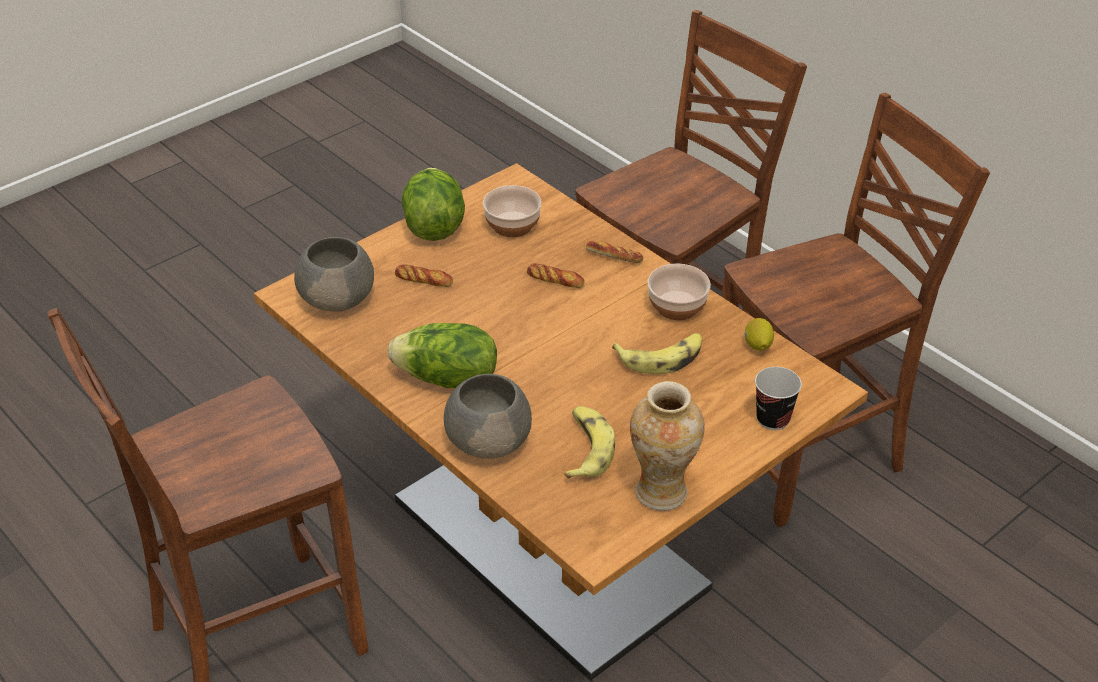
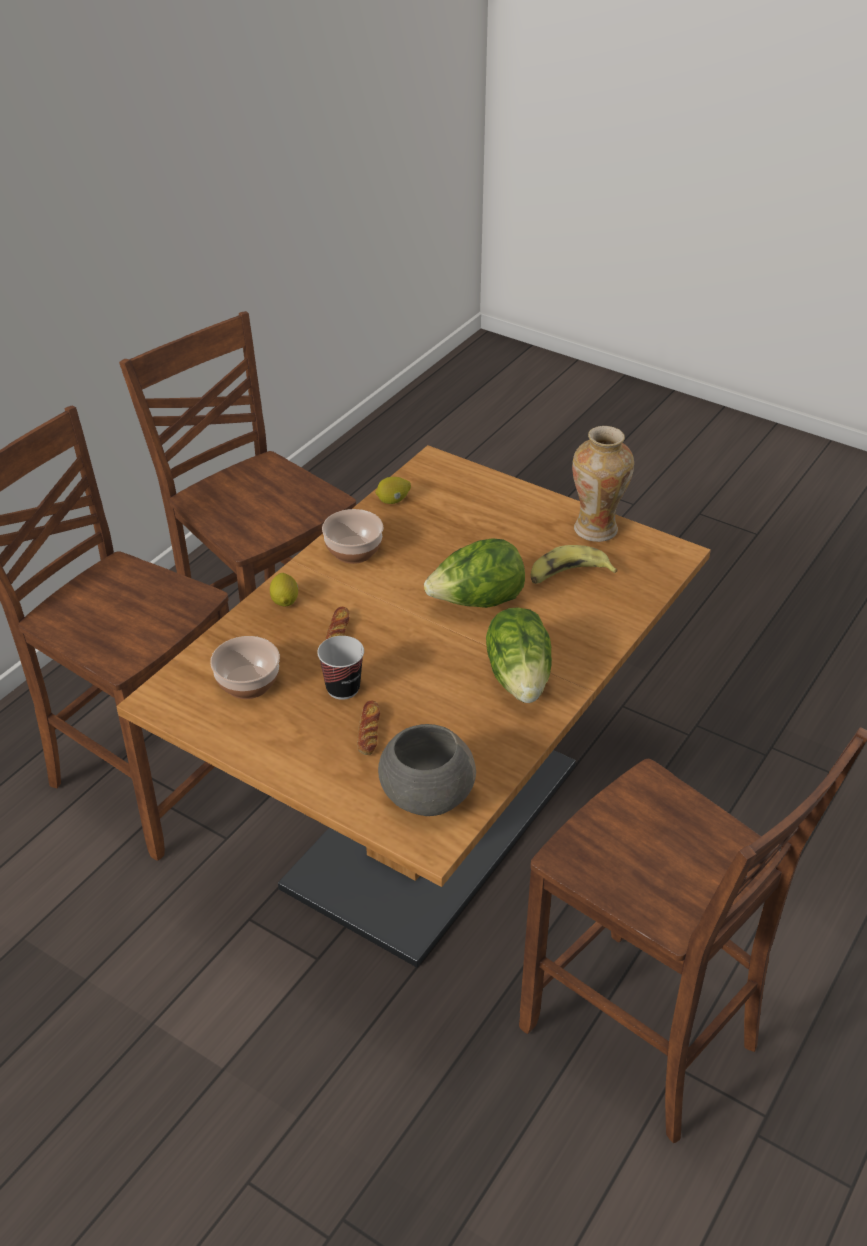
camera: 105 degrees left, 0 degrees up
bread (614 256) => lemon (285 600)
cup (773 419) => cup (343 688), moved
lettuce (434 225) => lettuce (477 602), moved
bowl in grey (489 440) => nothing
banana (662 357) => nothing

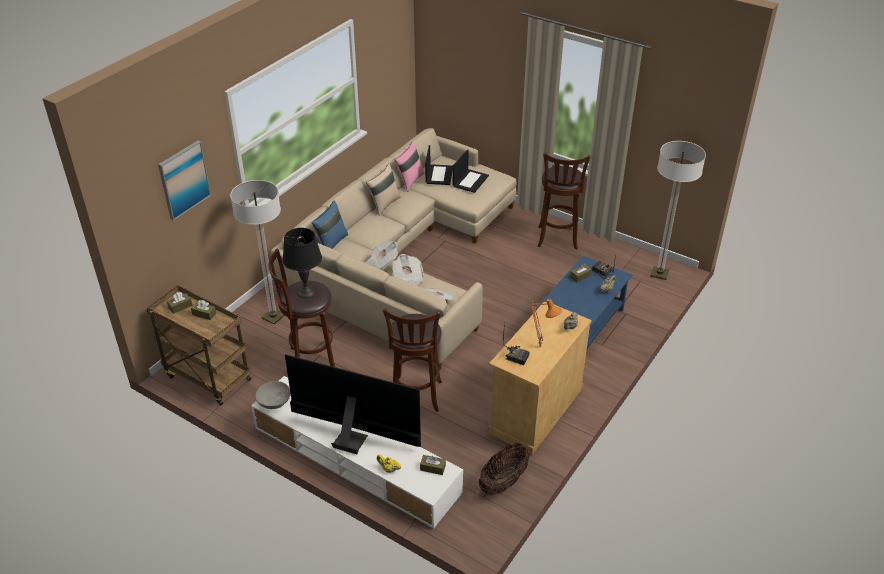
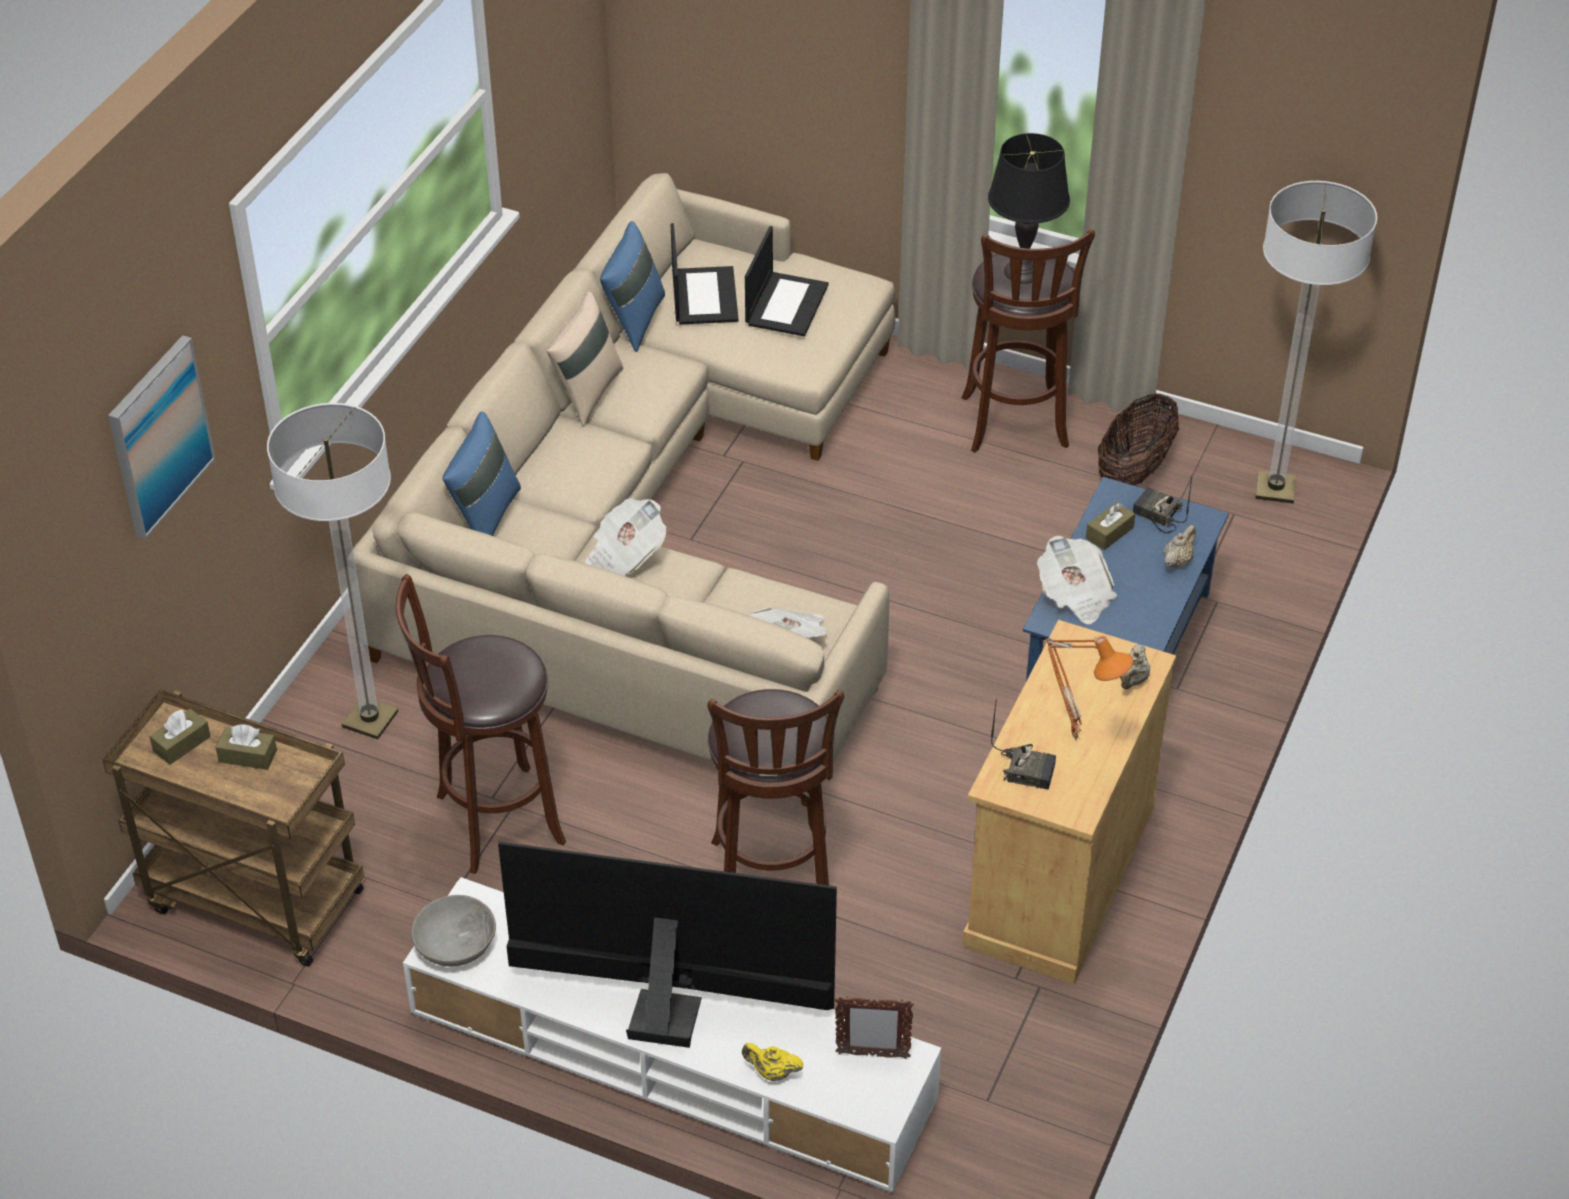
camera: 10 degrees left, 5 degrees up
pillow in pink (409 181) => pillow in blue (634 320)
tissue box in brown (432 468) => picture frame (872 1055)
table lamp in black (306 292) => table lamp in black (1022 272), moved
newspaper (408 279) => newspaper (1075 595), moved
basket (503 482) => basket (1134 470), moved

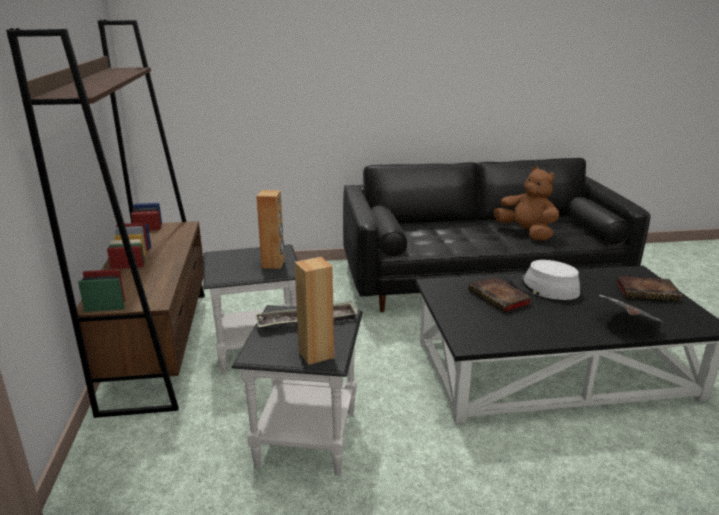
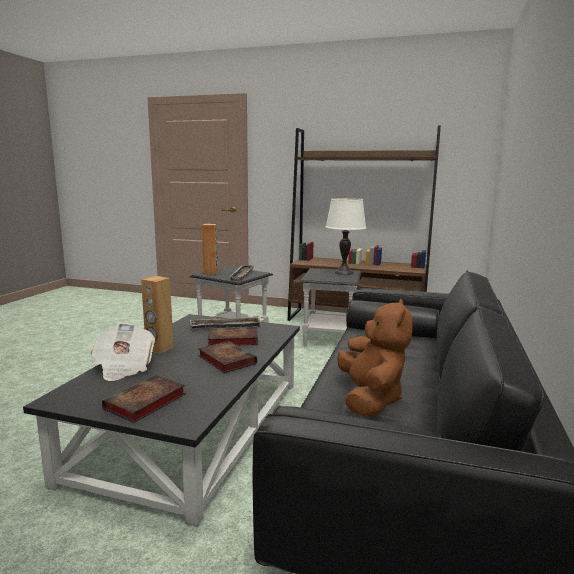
camera: 115 degrees right, 10 degrees down
speaker in brown (273 264) => speaker in brown (159 349), moved
nothing => tray (226 326)
hat in grey (544 288) => book (225 360)
nothing => table lamp in white (343 272)
plush toy in brown (526 233) => plush toy in brown (370 399), 75 degrees counterclockwise

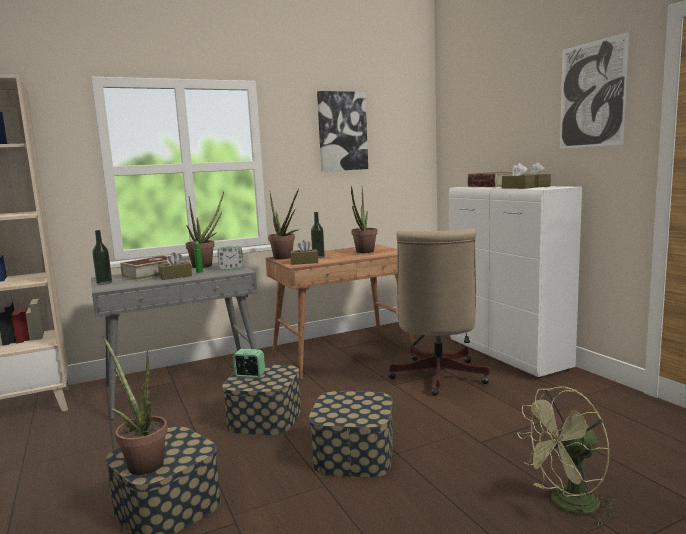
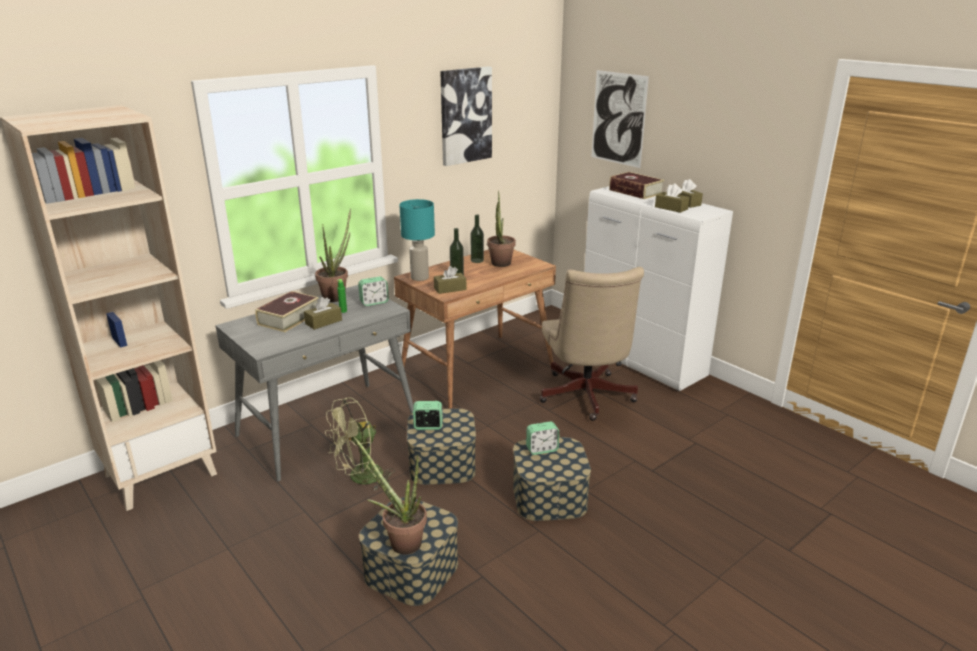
camera: 15 degrees left, 15 degrees up
fan in green (567 505) => fan in green (360 478), moved
potted plant (285 258) => table lamp in turquoise (419 278)
bottle (104 283) => bottle (477 260), moved
nothing => alarm clock (542 449)
picture (591 94) => picture (618 118), moved

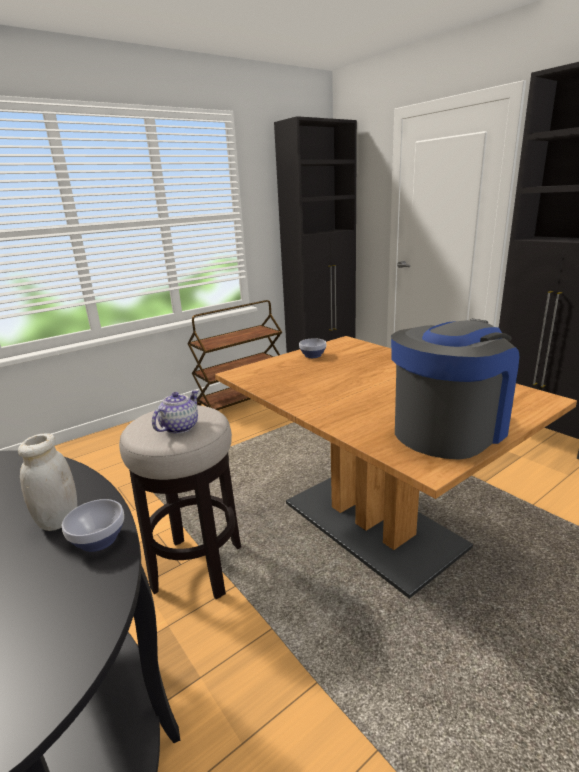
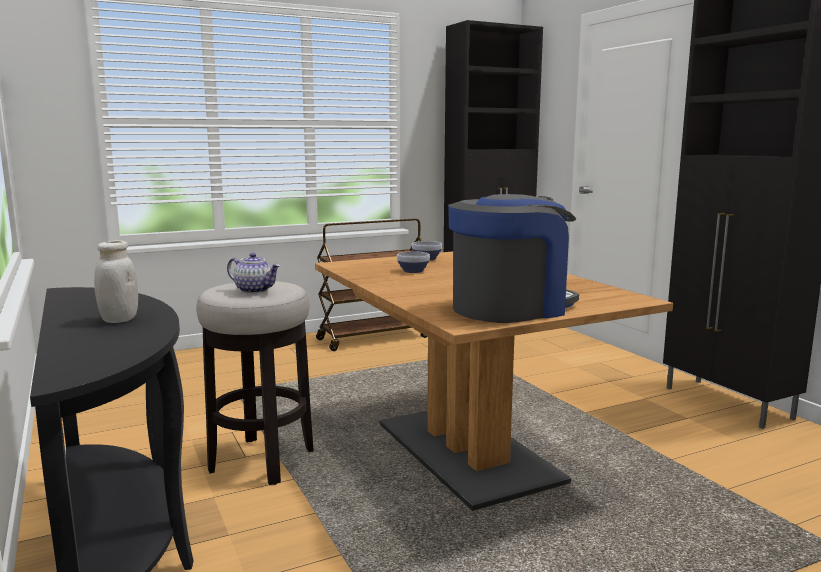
camera: 10 degrees right, 10 degrees down
teapot (179 427) => teapot (255 290), 75 degrees clockwise
bowl (97 541) => bowl (412 271), moved

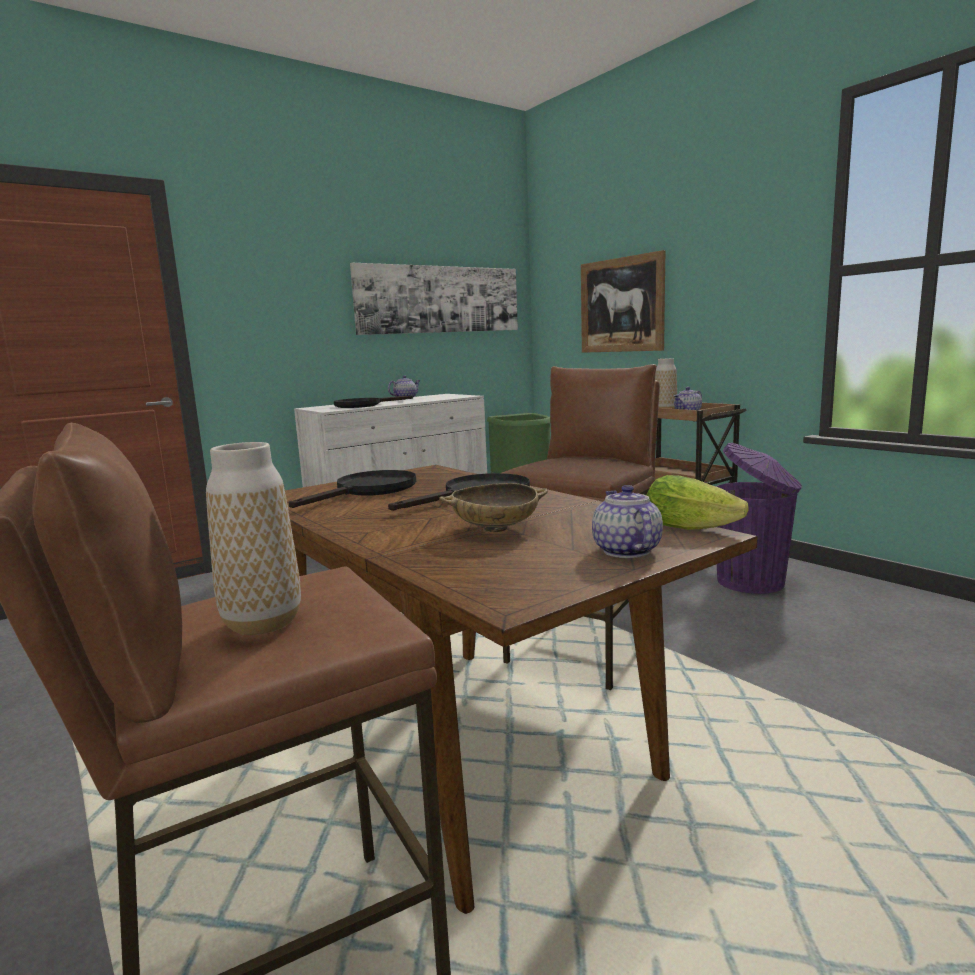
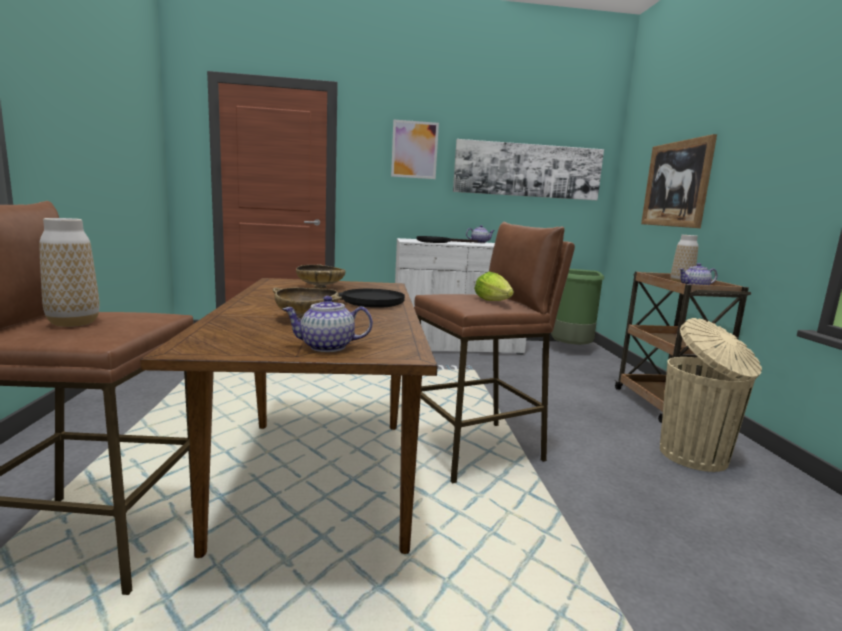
camera: 30 degrees right, 0 degrees up
teapot (625 551) => teapot (327 347), 120 degrees counterclockwise
frying pan in black (368 490) => bowl in beige (320 287)
nothing => picture (414 150)
lettuce (695 528) => lettuce (494 301), moved
trash can in purple (753 582) => trash can in beige (695 456)

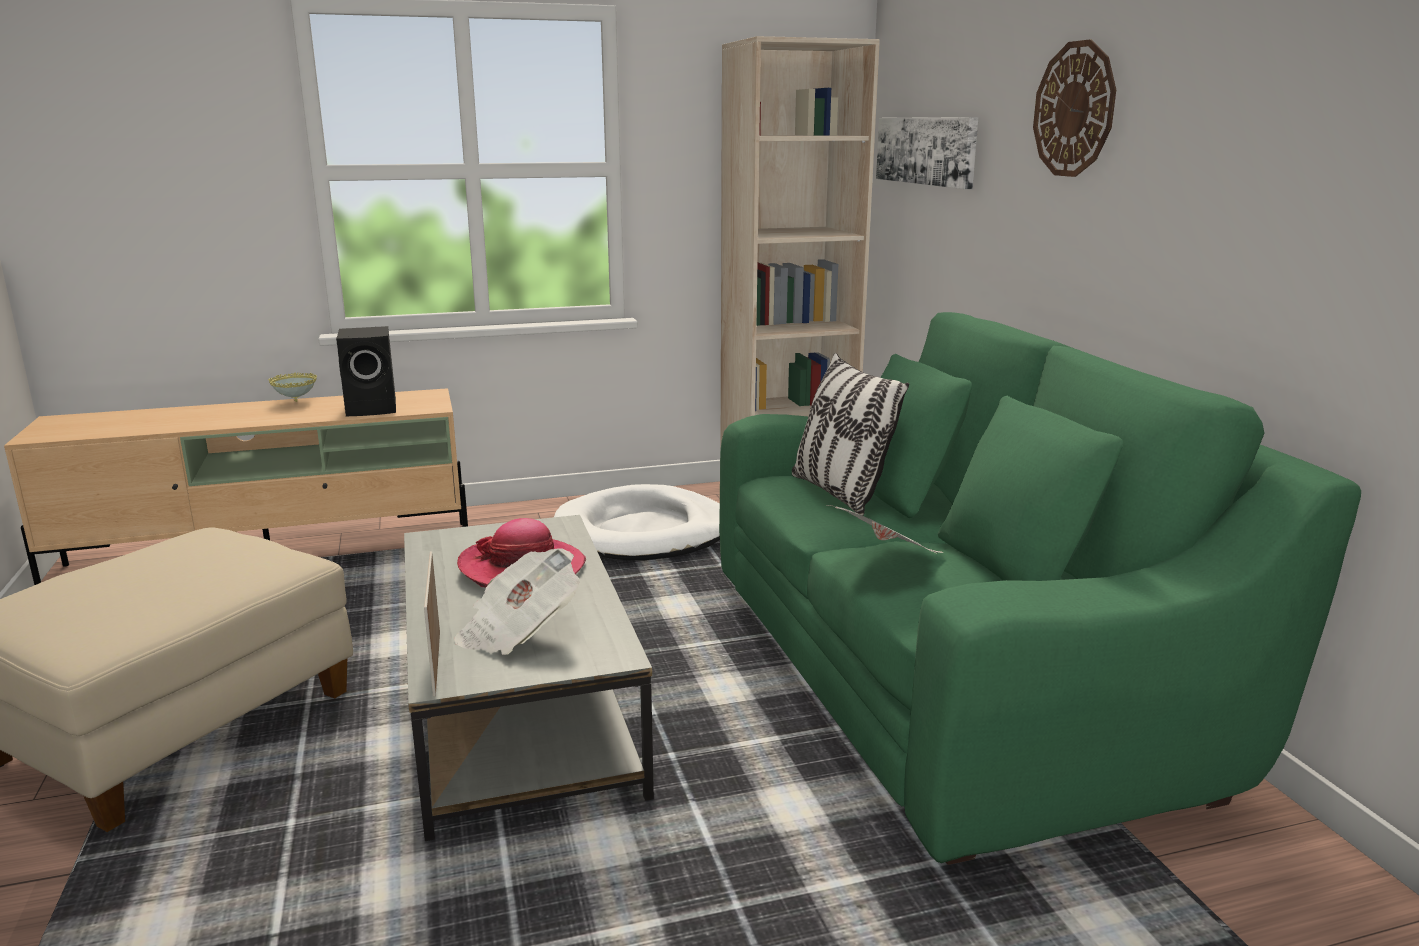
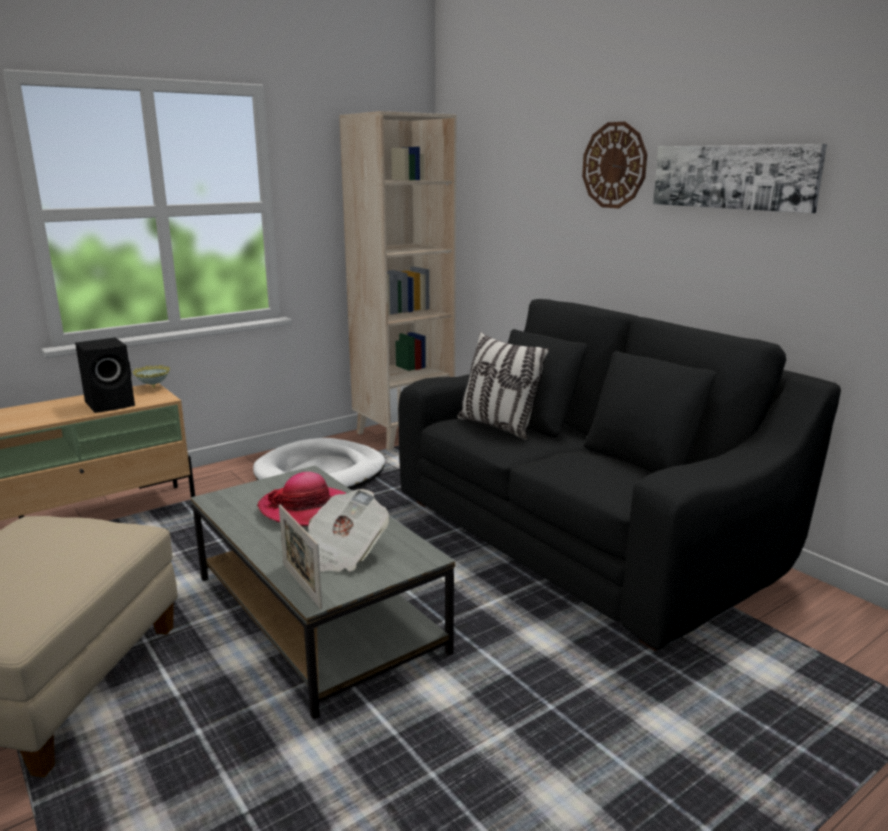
camera: 20 degrees left, 0 degrees up
bowl (296 401) => bowl (153 388), moved
sofa in green (947 676) => sofa in black (581 537)
picture (926 150) => picture (733 177), moved
newspaper (886 560) => nothing

